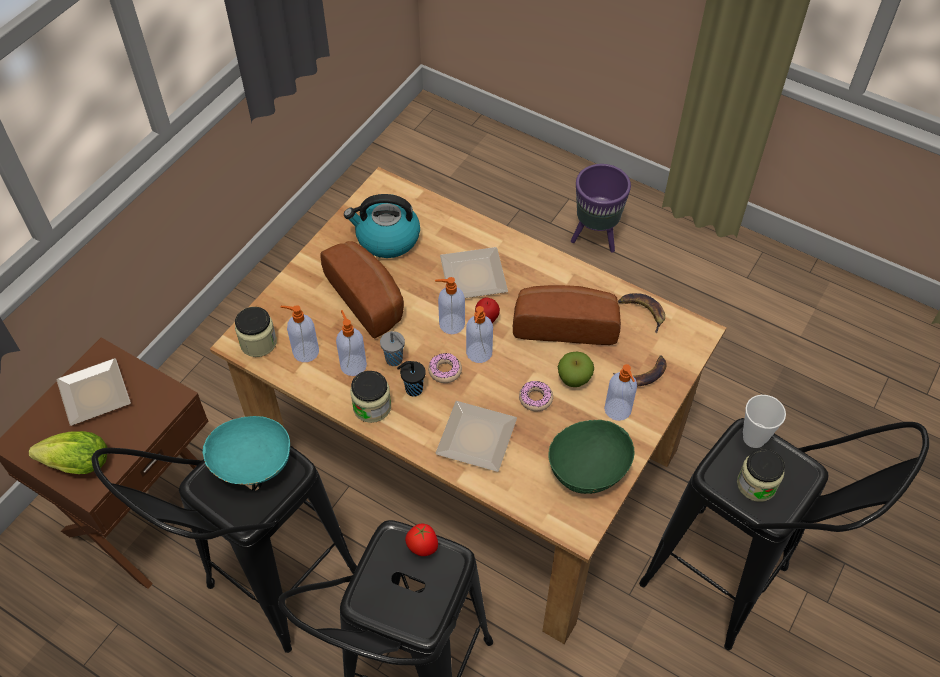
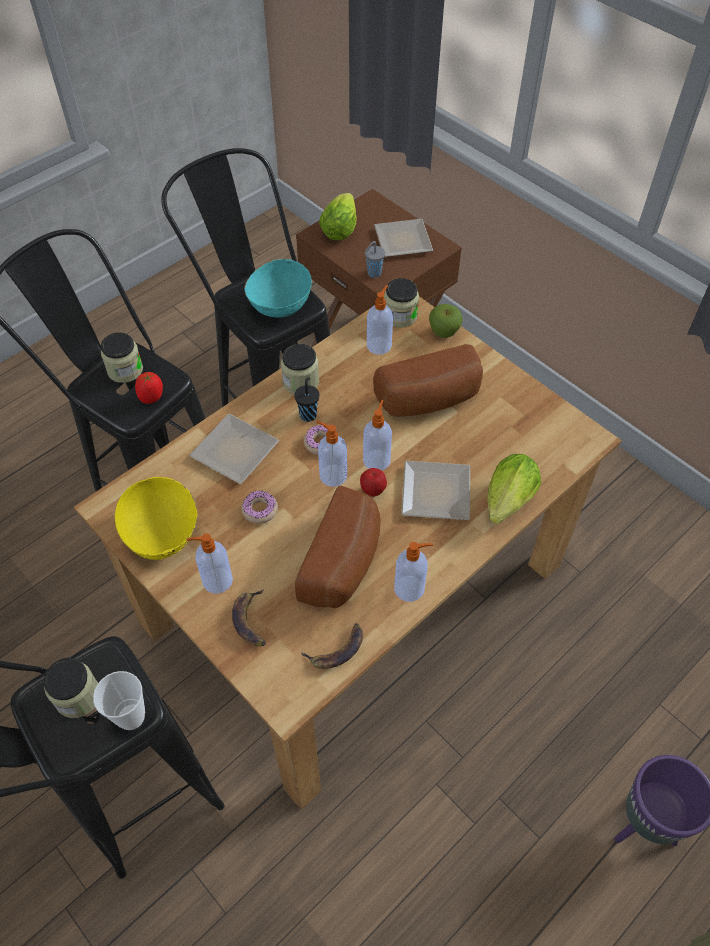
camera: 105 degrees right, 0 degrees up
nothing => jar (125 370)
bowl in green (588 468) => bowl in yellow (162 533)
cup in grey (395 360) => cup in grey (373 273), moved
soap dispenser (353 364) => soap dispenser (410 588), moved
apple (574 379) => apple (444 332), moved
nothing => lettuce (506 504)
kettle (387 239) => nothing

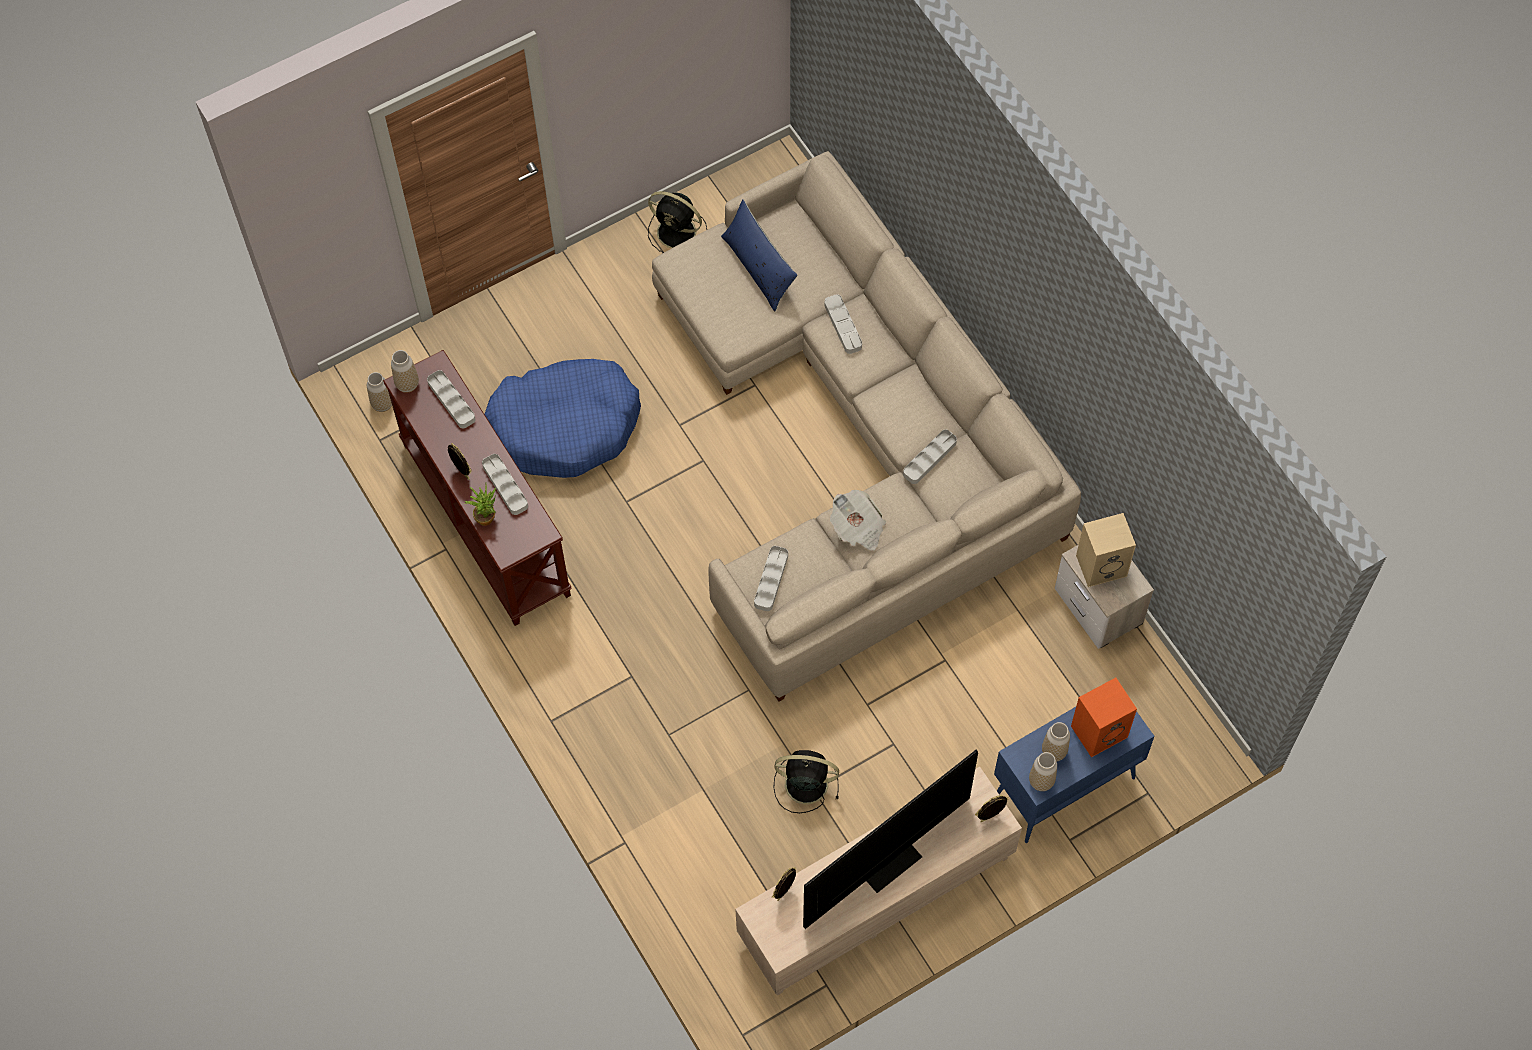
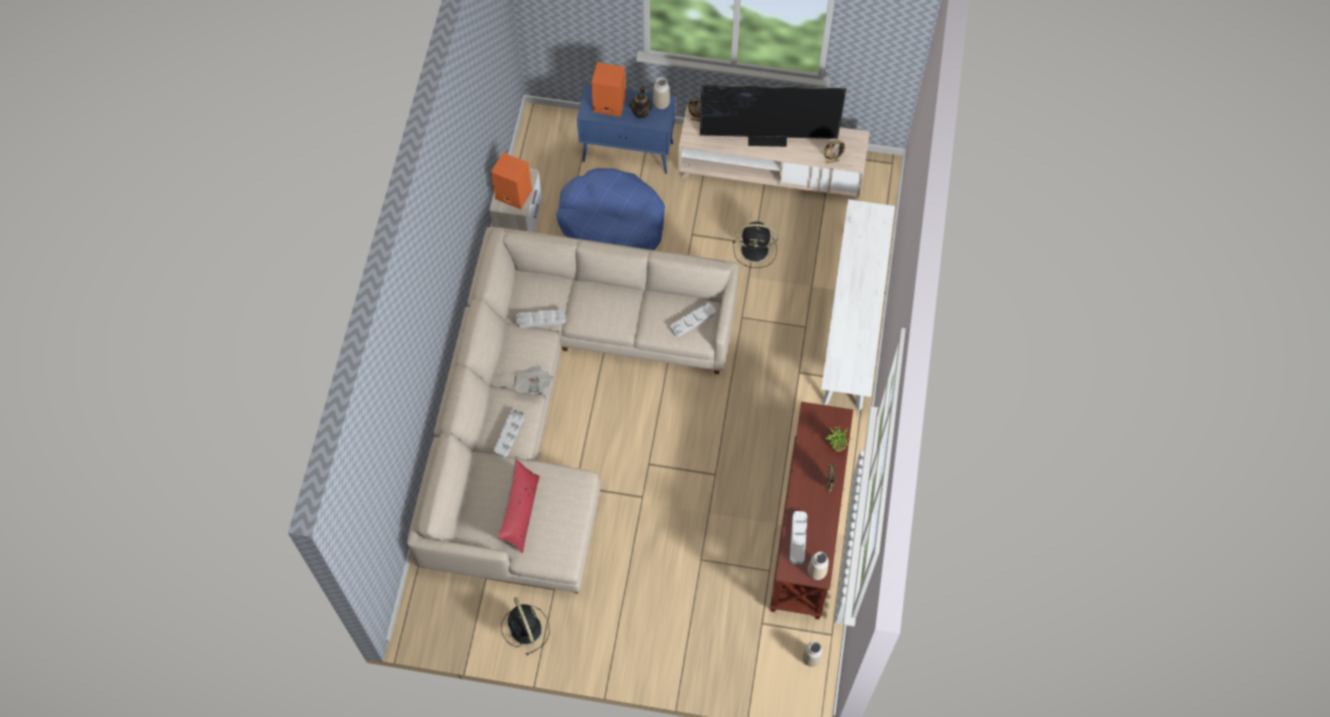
camera: 140 degrees left, 0 degrees up
speaker in beige (1102 564) => speaker in orange (512 194)
pillow in blue (759 267) => pillow in red (520 512)
newspaper (858 528) => newspaper (533 384), moved
dog bed in blue (565 426) => dog bed in blue (612 222), moved
vase (1054 751) => teapot (641 112)
fan in black (804 783) => fan in black (756 250), 45 degrees counterclockwise
nothing => bench in white (853 320)
tray in grey (505 486) => nothing

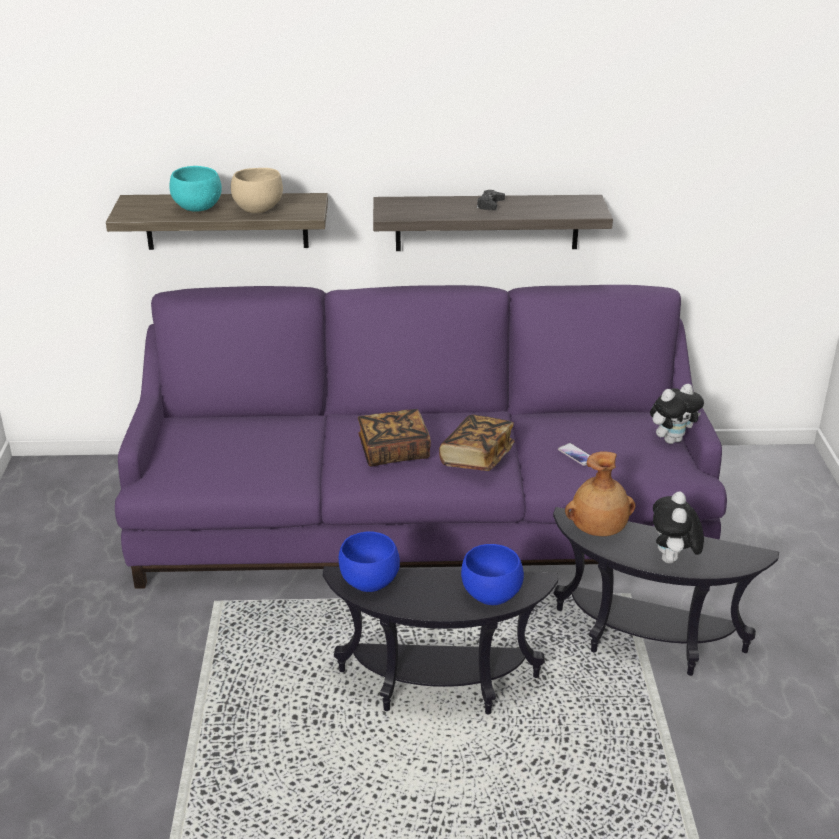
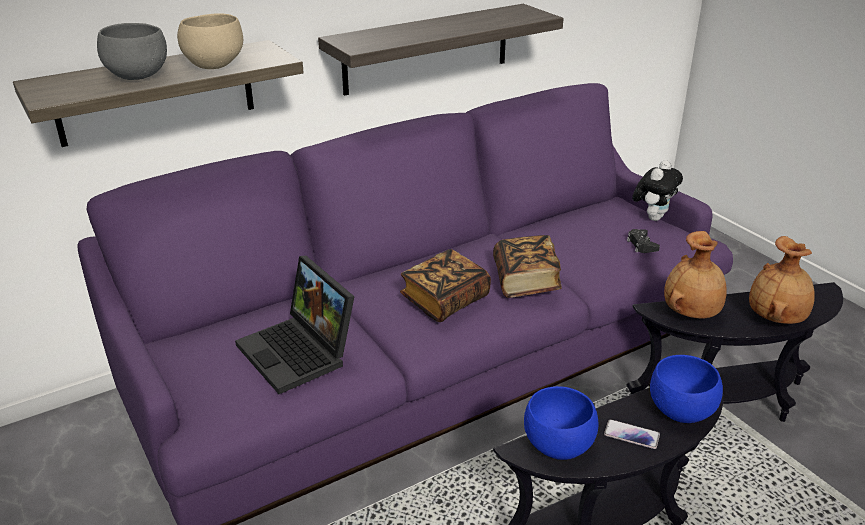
camera: 30 degrees left, 0 degrees up
bowl in turquoise (199 208) => bowl in grey (139 76)
nothing => laptop (300 352)
phone (576 455) => phone (631 435), moved
game controller in black (490 205) => game controller in black (641 245), moved
plush toy (673 561) => vase in brown (776 318)

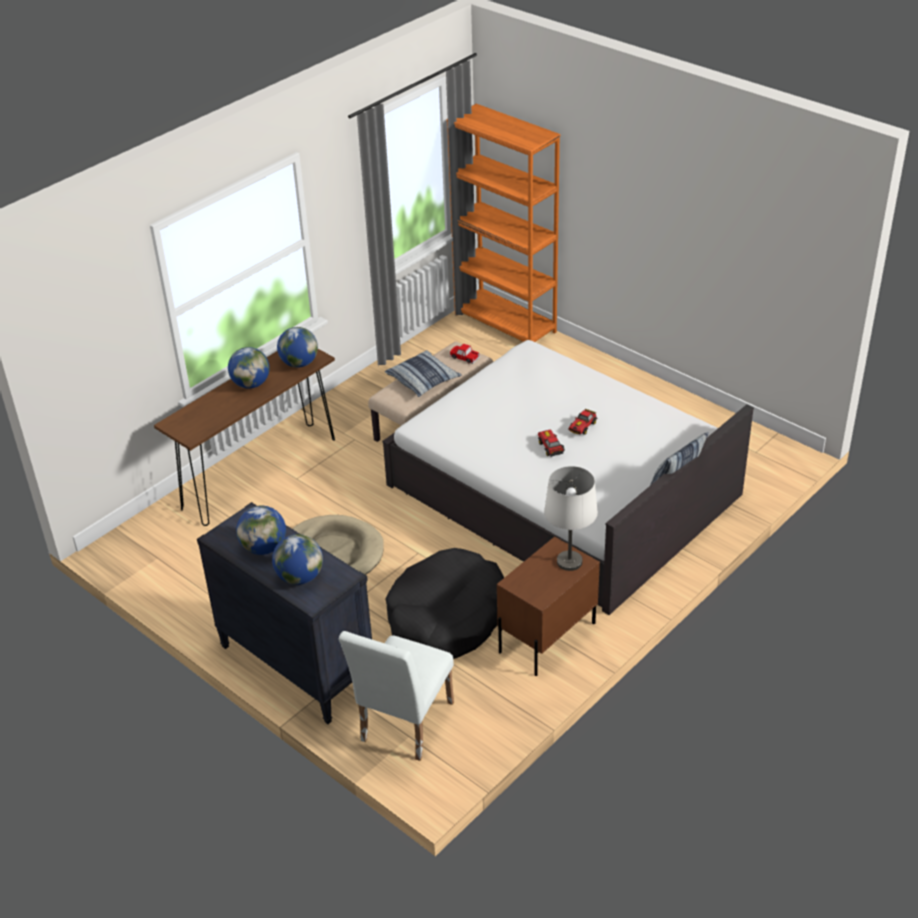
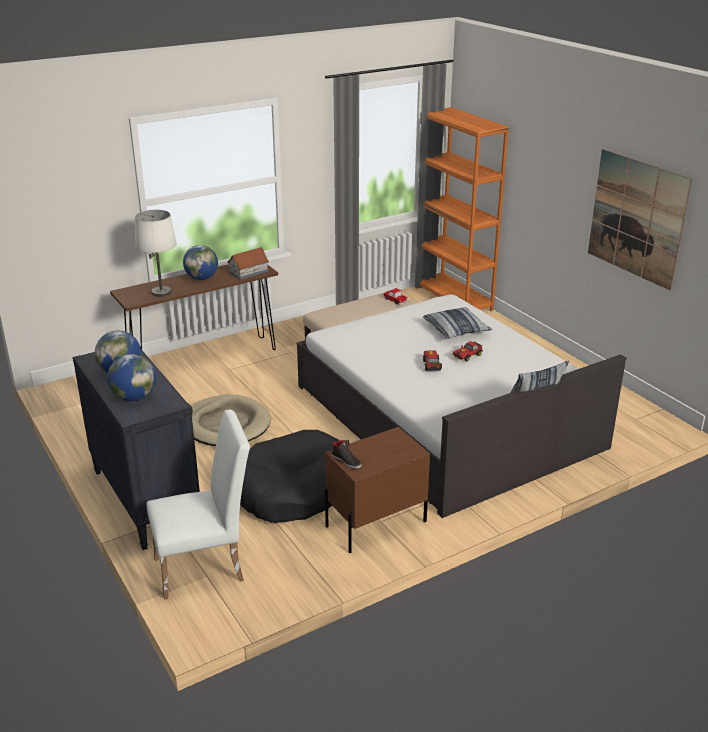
camera: 15 degrees right, 10 degrees down
table lamp in white (569 561) => table lamp in white (161 292), moved
chair in white (403 727) => chair in white (206 567), 150 degrees counterclockwise
globe (299 363) => toy house (248 272)
nothing => shoe in black (346 461)
pillow (423 380) => pillow (456 330), moved
nothing => picture (636 218)

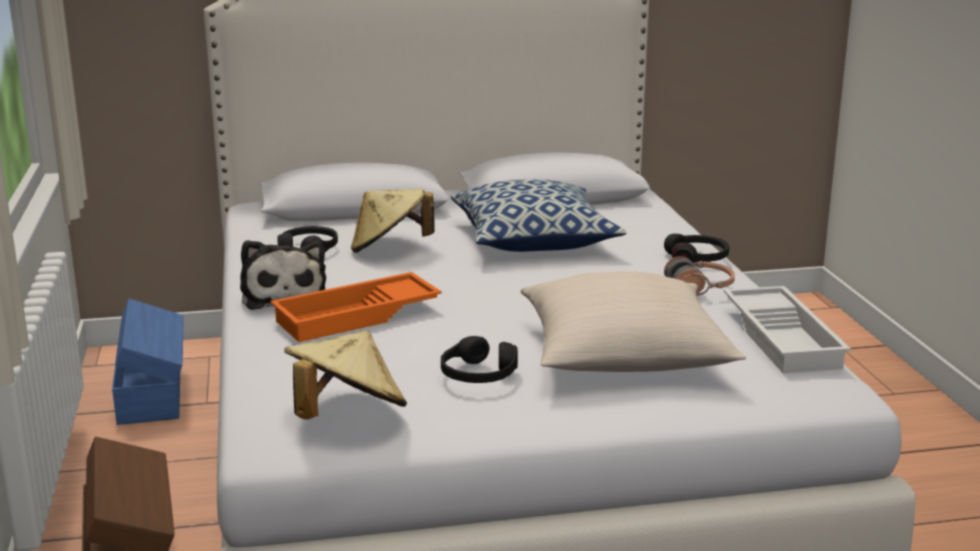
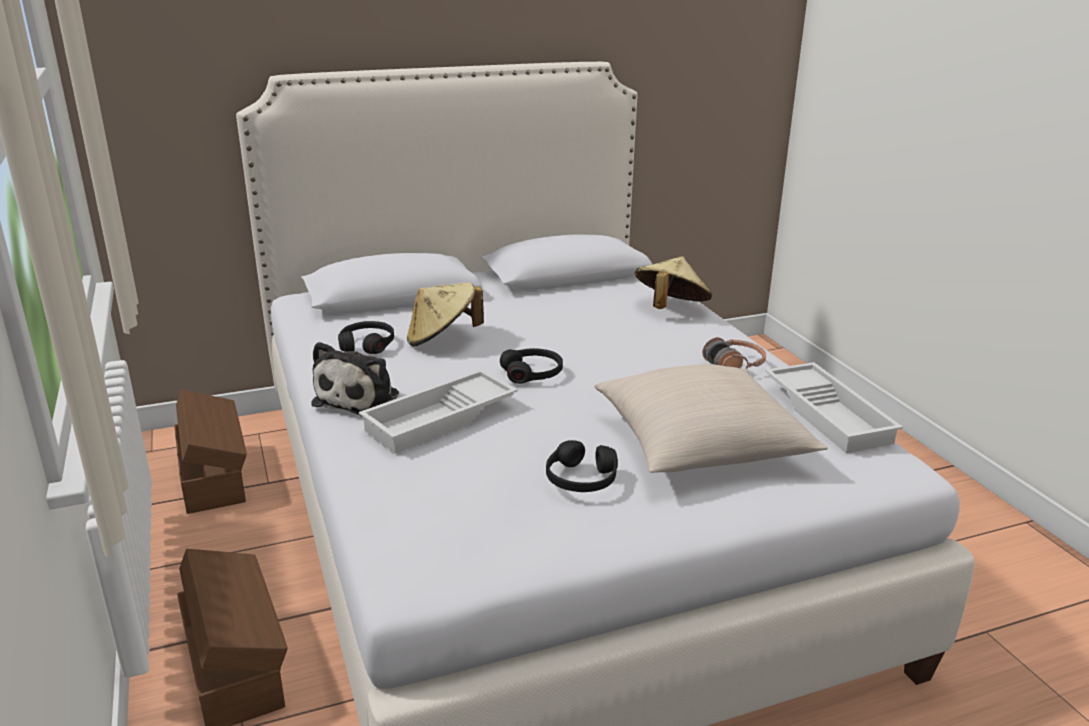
camera: 10 degrees left, 5 degrees up
storage box in blue (152 393) => storage box in brown (213 476)
plush toy (283 295) => plush toy (360 398), 45 degrees clockwise
tray in orange (357 317) => tray in white (441 420)
headphones in black (697 258) => headphones in black (532 373), moved
hat in beige (346 415) => hat in beige (670 308), moved
pillow (534 240) => nothing

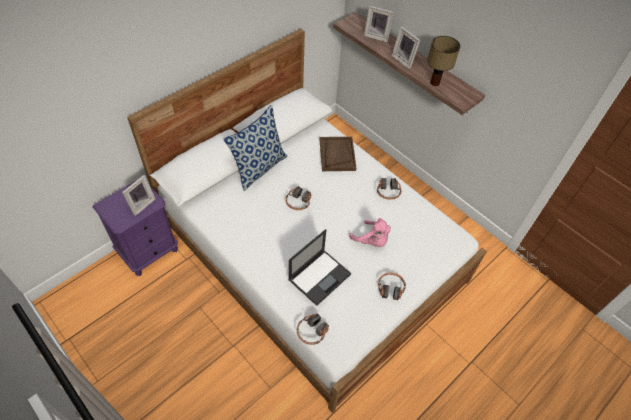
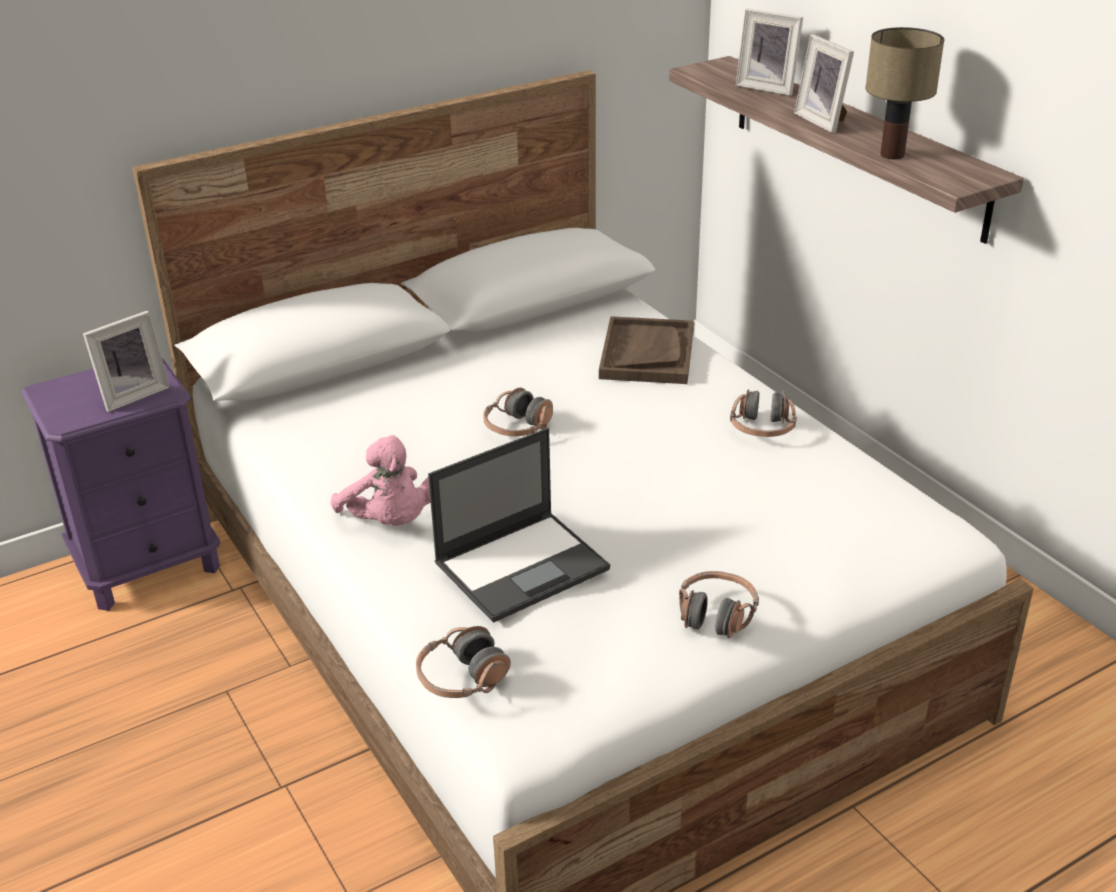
camera: 15 degrees right, 20 degrees down
plush toy in pink (371 240) => plush toy in pink (390 522), moved
pillow (259 167) => nothing

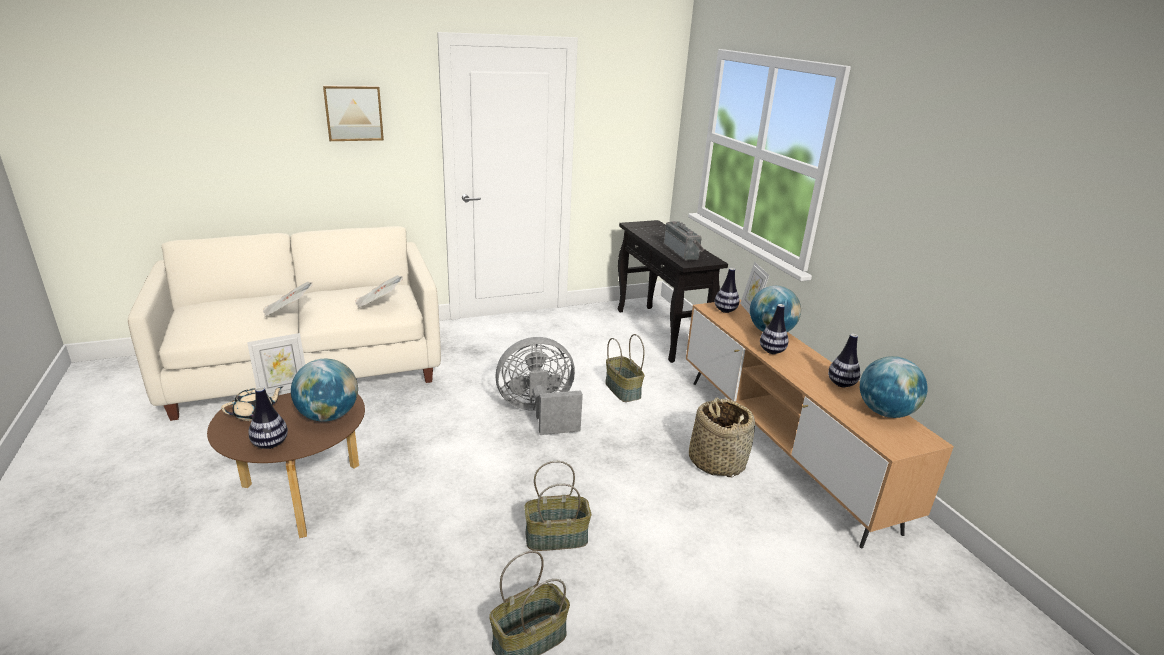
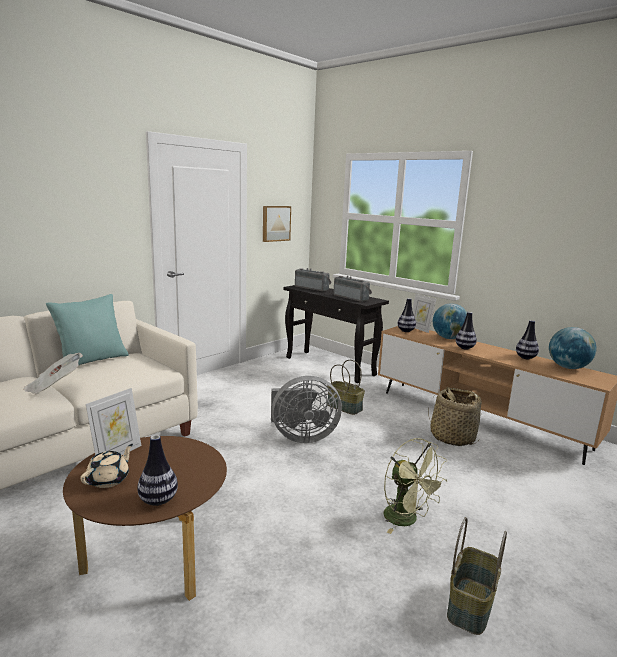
camera: 25 degrees left, 10 degrees down
nothing => pillow in turquoise (92 361)
picture (353 113) => picture (275 223), moved
fan in grey (539 413) => fan in grey (301 436), 150 degrees counterclockwise
nothing => radio (312 288)
basket (557 537) => fan in green (407 520)
globe (329 416) => nothing
newspaper (378 304) => nothing

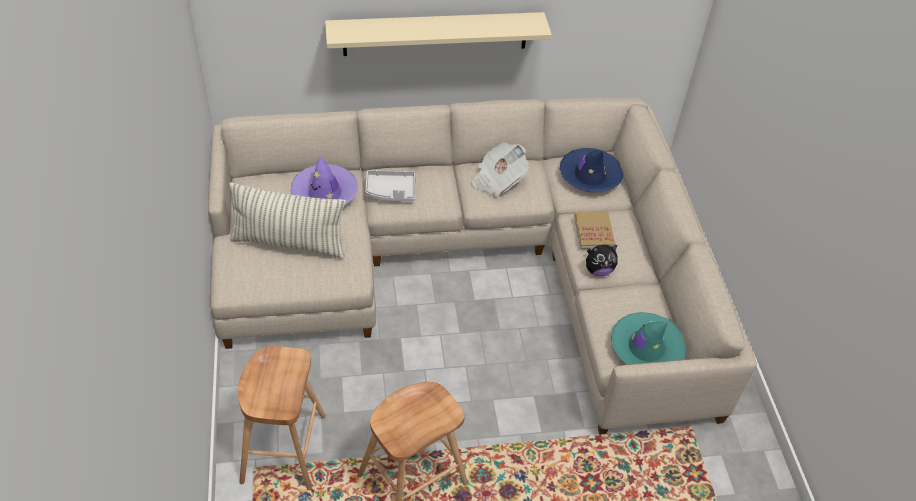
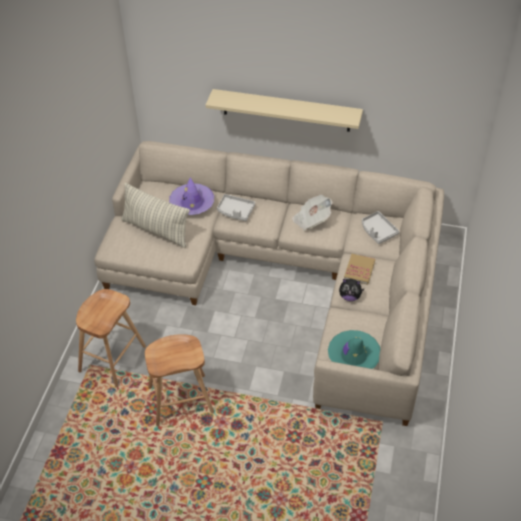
camera: 25 degrees right, 0 degrees up
hat in blue (590 176) => tray in grey (378 231)

